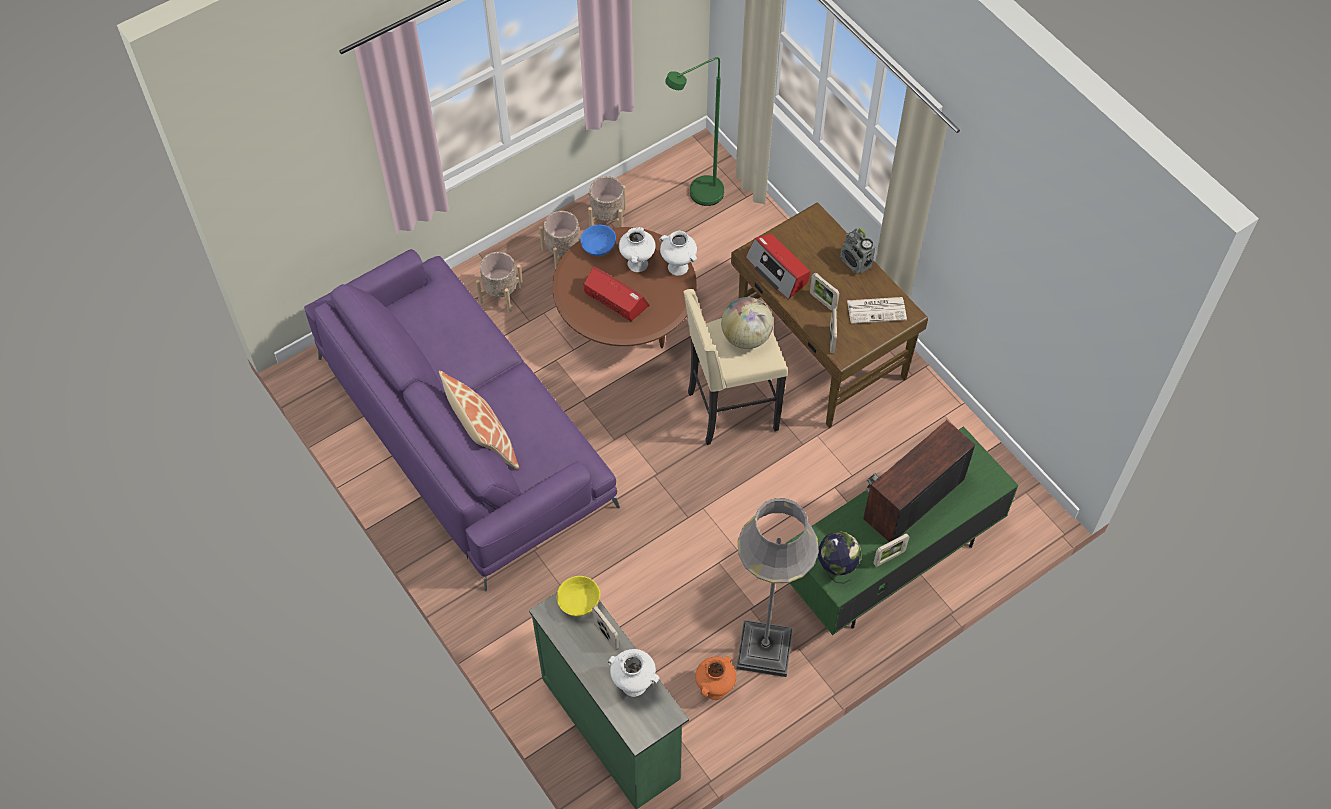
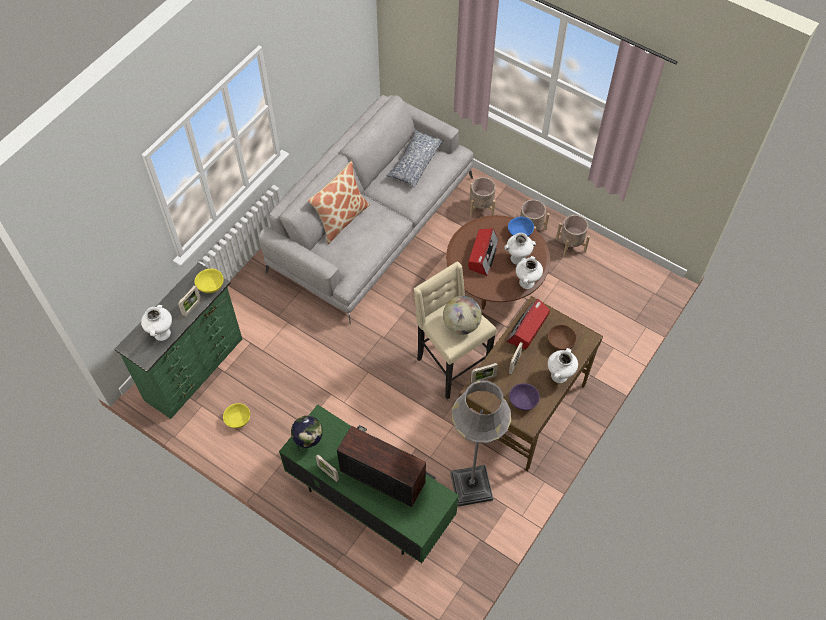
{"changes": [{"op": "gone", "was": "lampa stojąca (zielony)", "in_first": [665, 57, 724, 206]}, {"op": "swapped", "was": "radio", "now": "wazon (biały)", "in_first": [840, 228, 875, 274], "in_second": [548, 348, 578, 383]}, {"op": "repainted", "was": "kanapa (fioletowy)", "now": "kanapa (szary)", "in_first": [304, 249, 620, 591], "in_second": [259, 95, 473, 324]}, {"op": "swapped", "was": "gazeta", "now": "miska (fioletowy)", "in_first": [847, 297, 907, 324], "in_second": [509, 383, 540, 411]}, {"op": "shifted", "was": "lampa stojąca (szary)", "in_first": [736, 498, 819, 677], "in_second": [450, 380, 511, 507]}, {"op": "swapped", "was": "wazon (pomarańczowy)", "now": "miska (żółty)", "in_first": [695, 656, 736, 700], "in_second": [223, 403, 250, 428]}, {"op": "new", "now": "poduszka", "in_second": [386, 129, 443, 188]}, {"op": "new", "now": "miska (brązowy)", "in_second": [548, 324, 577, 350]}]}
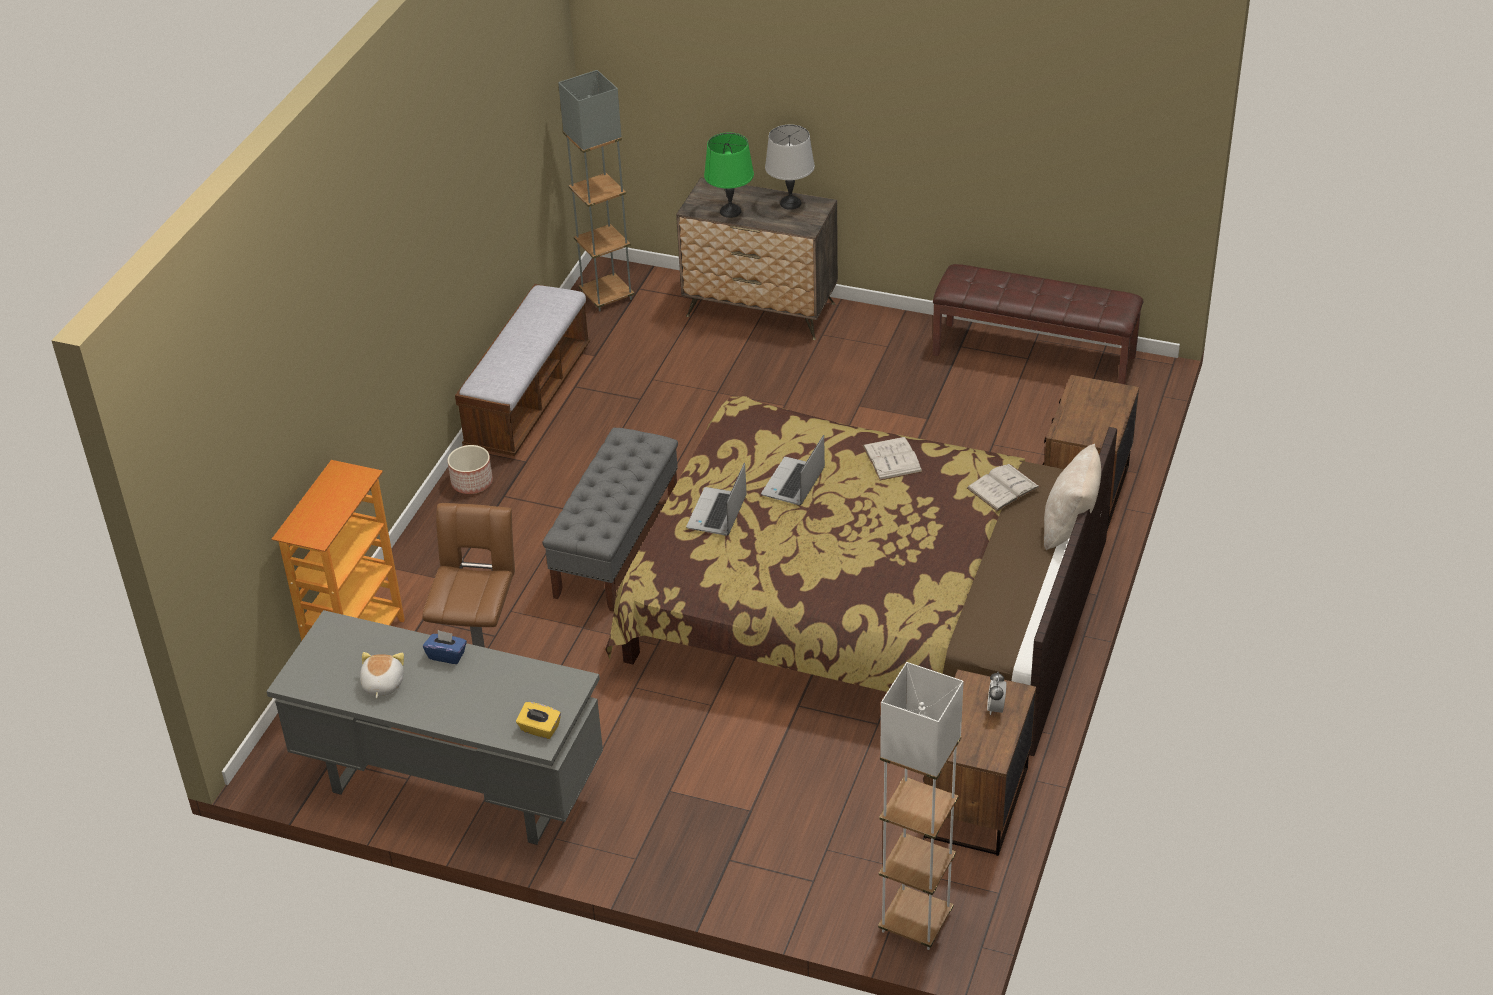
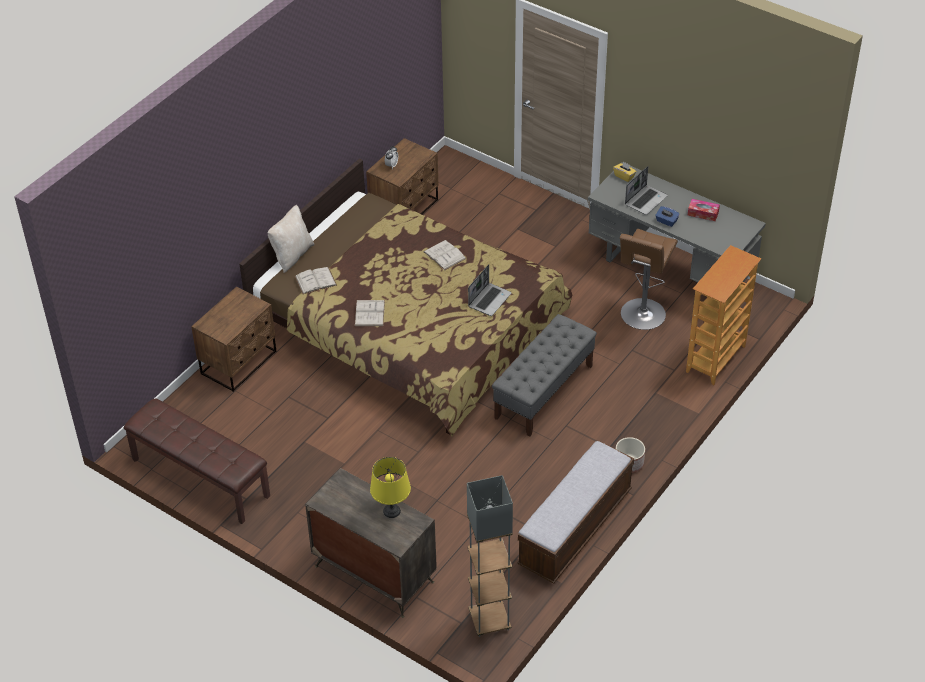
{"changes": [{"op": "gone", "was": "lampa stołowa (szary)", "in_first": [765, 125, 815, 210]}, {"op": "repainted", "was": "lampa stołowa (zielony)", "now": "lampa stołowa (żółty)", "in_first": [704, 132, 754, 218], "in_second": [370, 457, 411, 518]}, {"op": "shifted", "was": "laptop", "in_first": [761, 435, 825, 505], "in_second": [625, 166, 668, 215]}, {"op": "swapped", "was": "pluszak", "now": "pudełko chusteczek", "in_first": [360, 652, 404, 699], "in_second": [688, 199, 720, 221]}, {"op": "gone", "was": "lampa stojąca (biały)", "in_first": [878, 662, 964, 950]}, {"op": "new", "now": "książka (biały)", "in_second": [423, 240, 466, 270]}]}
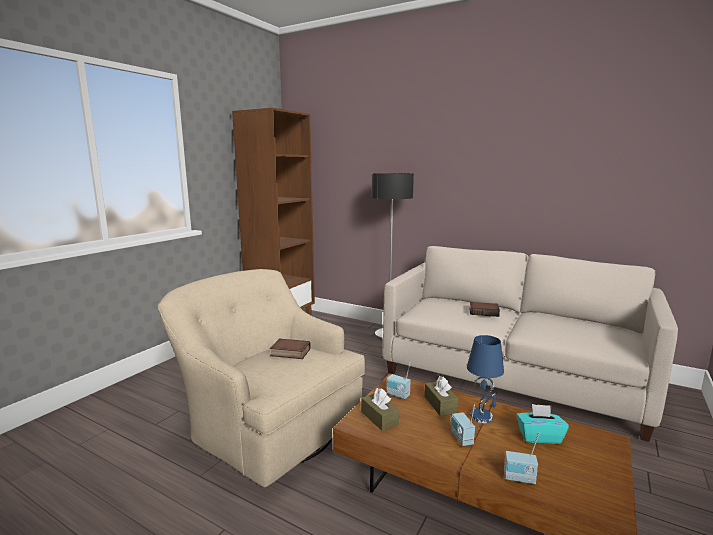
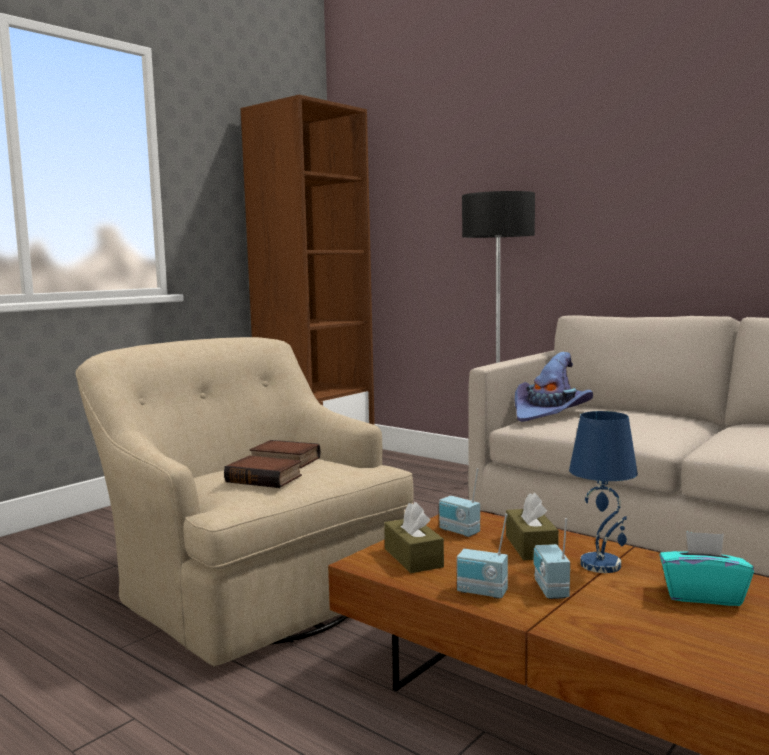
{"changes": [{"op": "shifted", "was": "książka", "in_first": [469, 302, 500, 317], "in_second": [224, 456, 302, 488]}, {"op": "shifted", "was": "radio", "in_first": [504, 432, 540, 484], "in_second": [457, 514, 508, 599]}, {"op": "new", "now": "kapelusz (fioletowy)", "in_second": [514, 352, 593, 422]}]}
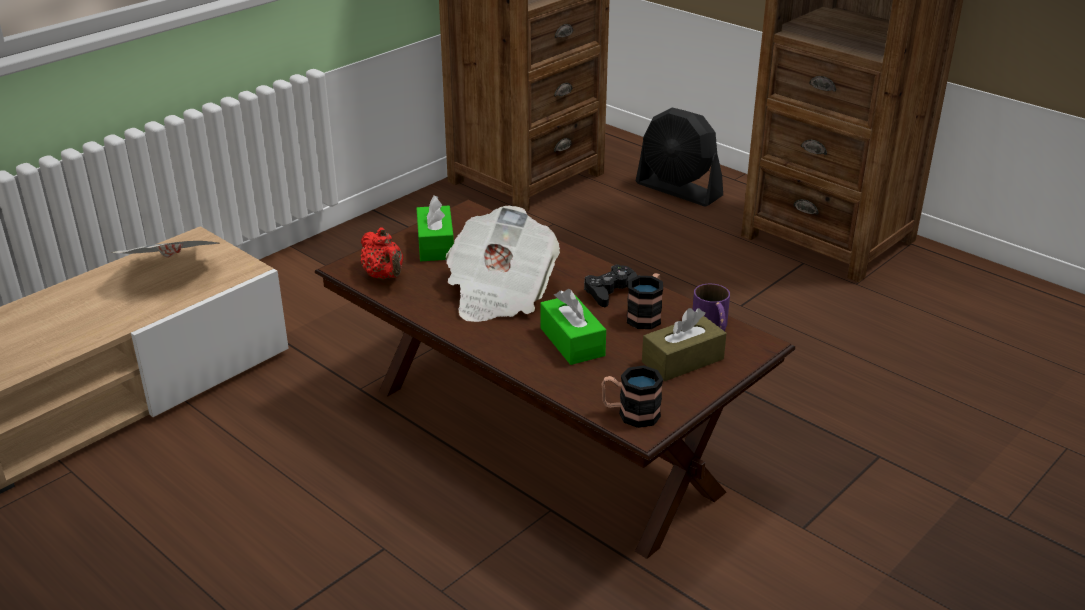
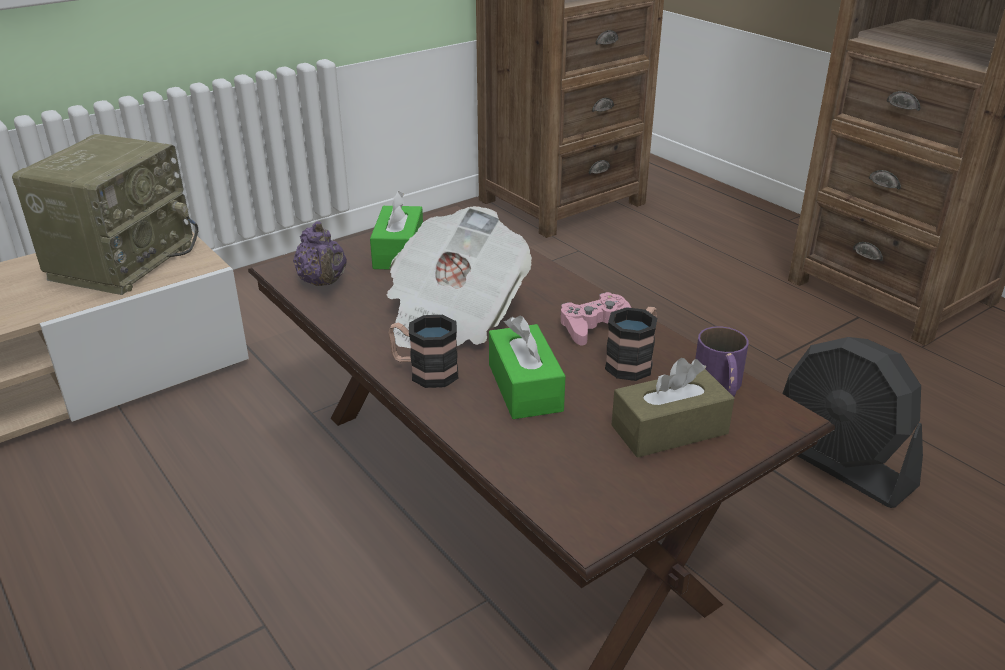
{"changes": [{"op": "shifted", "was": "wentylator (czarny)", "in_first": [636, 108, 723, 207], "in_second": [782, 337, 923, 508]}, {"op": "repainted", "was": "imbryk (czerwony)", "now": "imbryk (fioletowy)", "in_first": [361, 228, 403, 279], "in_second": [293, 221, 347, 286]}, {"op": "swapped", "was": "gazeta", "now": "radio", "in_first": [112, 241, 218, 258], "in_second": [12, 134, 198, 295]}, {"op": "repainted", "was": "pad do gier (czarny)", "now": "pad do gier (różowy)", "in_first": [584, 264, 638, 307], "in_second": [561, 292, 631, 346]}, {"op": "shifted", "was": "kubek", "in_first": [601, 365, 663, 428], "in_second": [388, 315, 458, 388]}]}
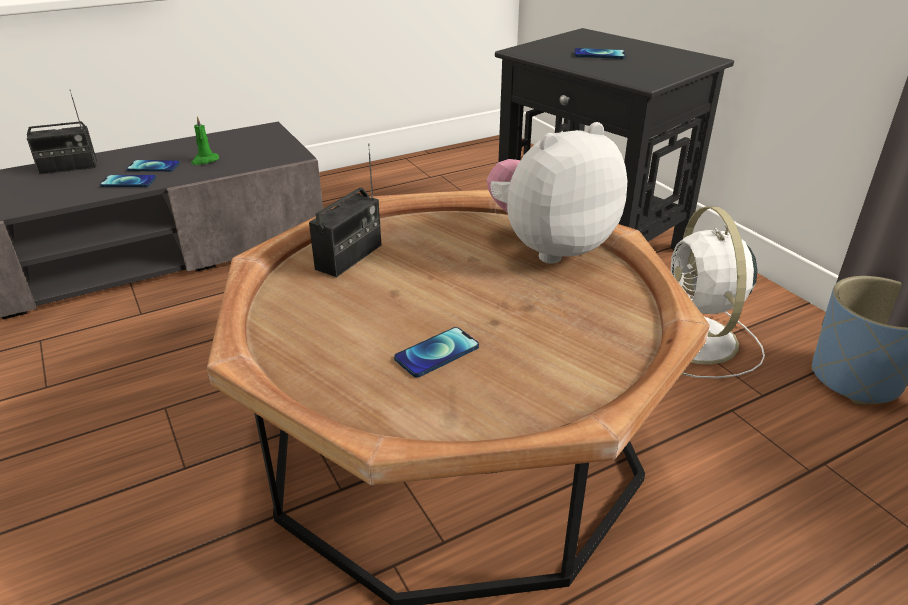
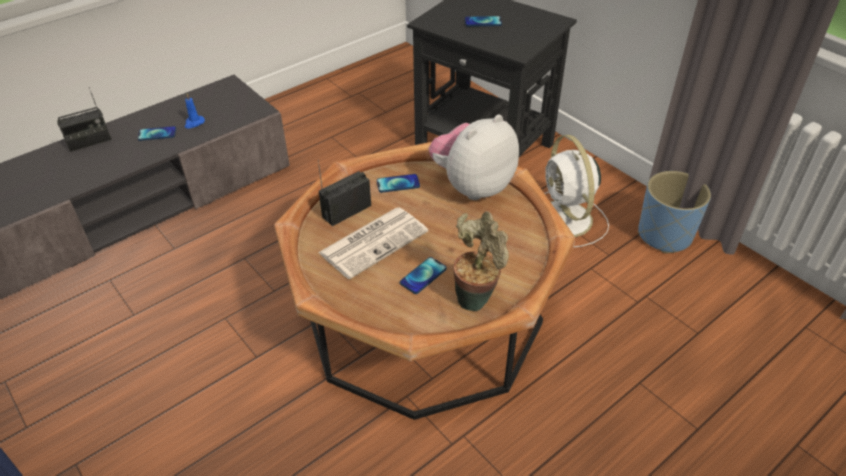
{"changes": [{"op": "repainted", "was": "świeca (zielony)", "now": "świeca (niebieski)", "in_first": [191, 116, 219, 165], "in_second": [185, 93, 205, 128]}, {"op": "rotated", "was": "radio", "in_first": [309, 143, 381, 277], "in_second": [318, 159, 371, 226], "clockwise": -150}, {"op": "shifted", "was": "telefon", "in_first": [100, 175, 156, 187], "in_second": [377, 174, 420, 193]}, {"op": "new", "now": "gazeta", "in_second": [318, 207, 428, 279]}, {"op": "new", "now": "roślina doniczkowa", "in_second": [453, 211, 509, 311]}]}
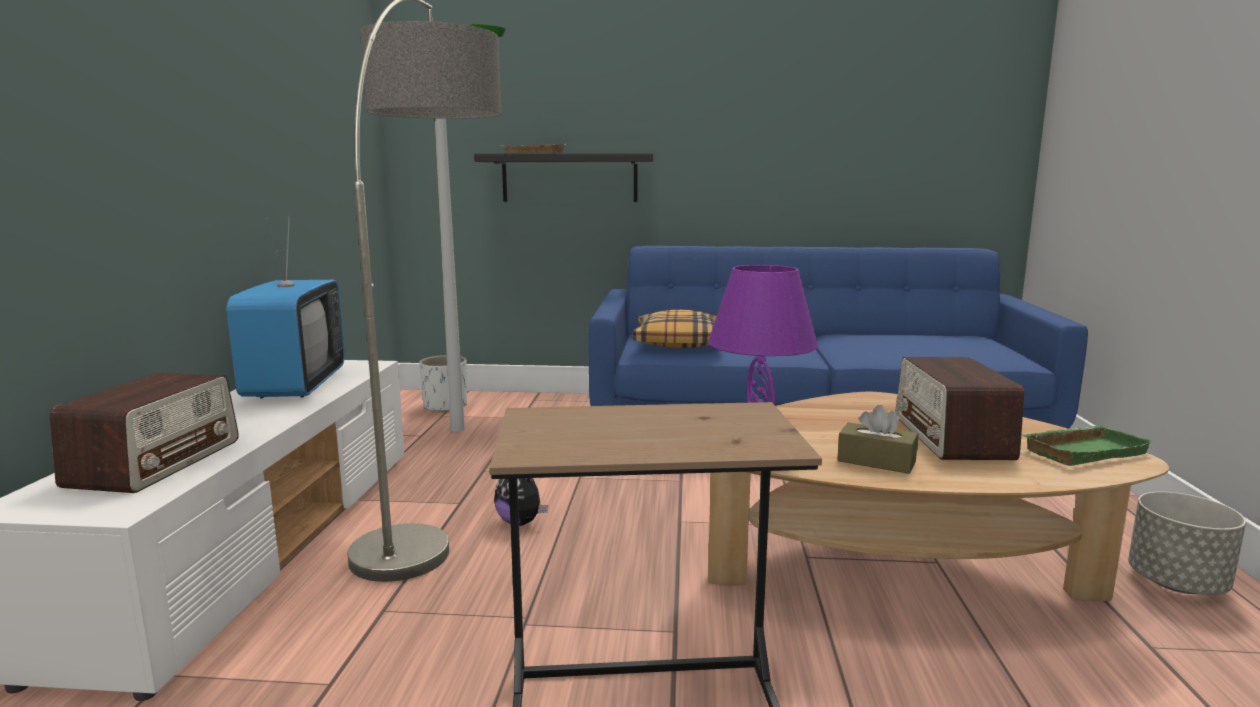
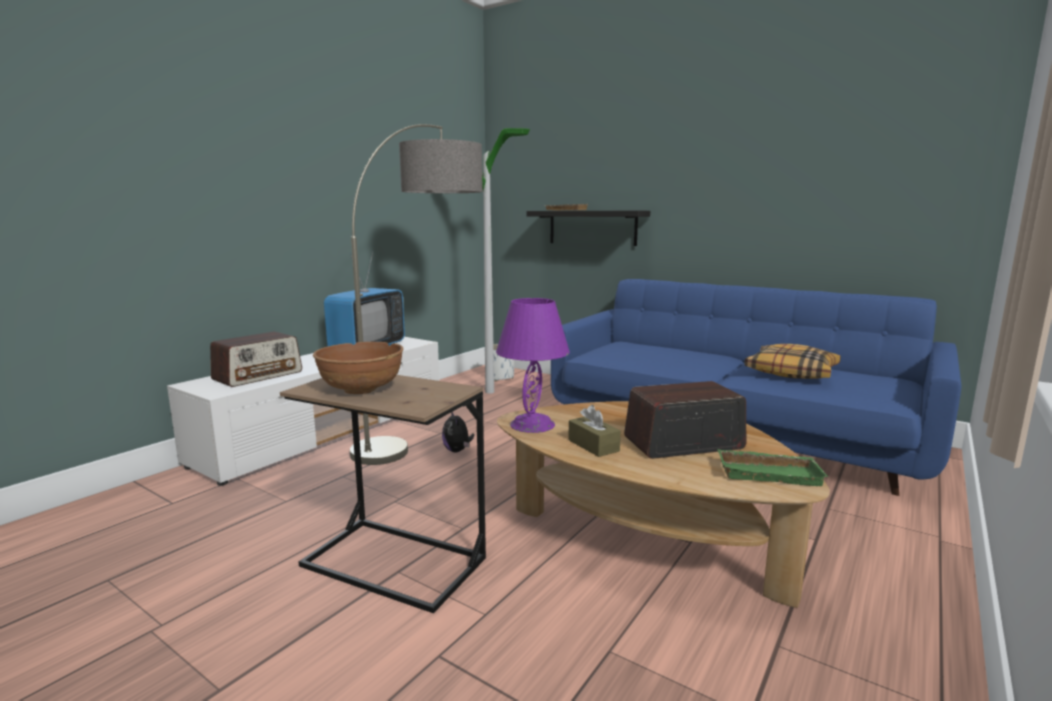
{"changes": [{"op": "shifted", "was": "poduszka", "in_first": [633, 310, 717, 348], "in_second": [745, 344, 841, 379]}, {"op": "rotated", "was": "radio", "in_first": [896, 357, 1024, 460], "in_second": [624, 381, 746, 459], "clockwise": 45}, {"op": "gone", "was": "donica (szary)", "in_first": [1128, 492, 1246, 595]}, {"op": "new", "now": "miska (brązowy)", "in_second": [313, 342, 403, 394]}]}
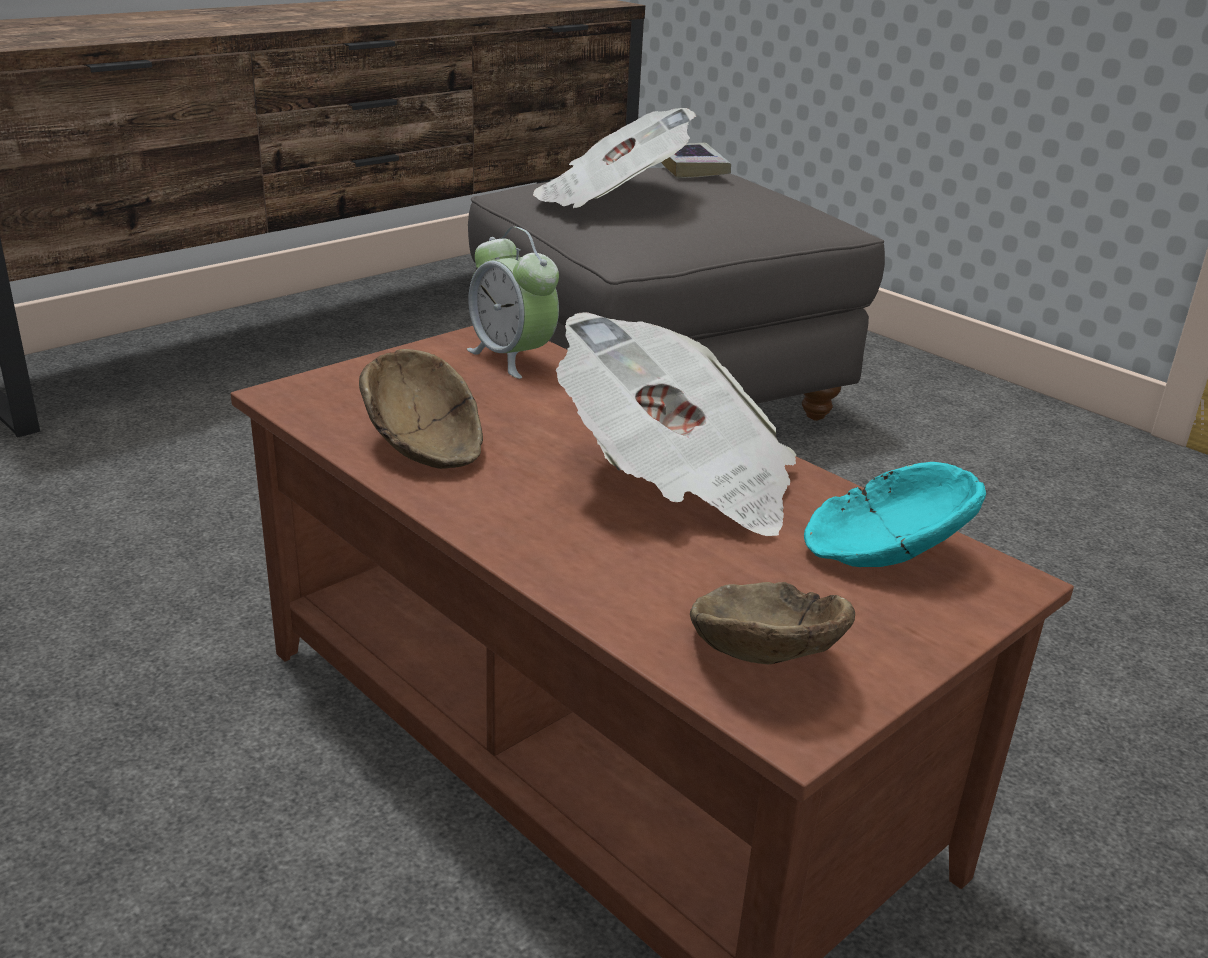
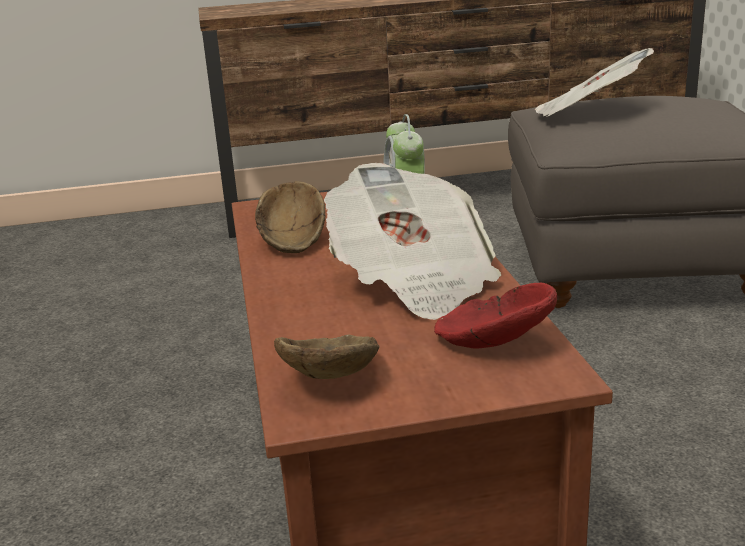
{"changes": [{"op": "gone", "was": "książka", "in_first": [661, 143, 731, 178]}, {"op": "repainted", "was": "miska (turkusowy)", "now": "miska (czerwony)", "in_first": [804, 462, 986, 567], "in_second": [434, 283, 557, 348]}]}
